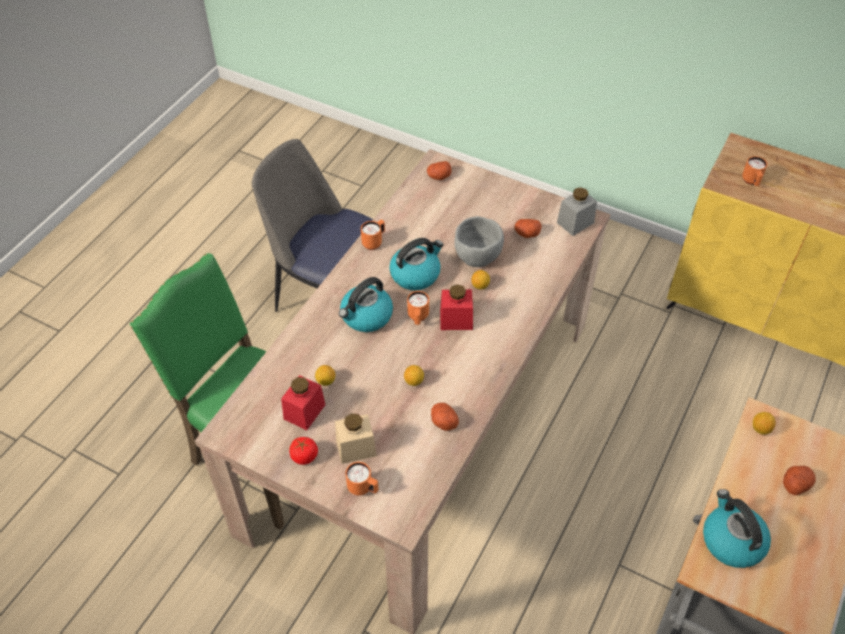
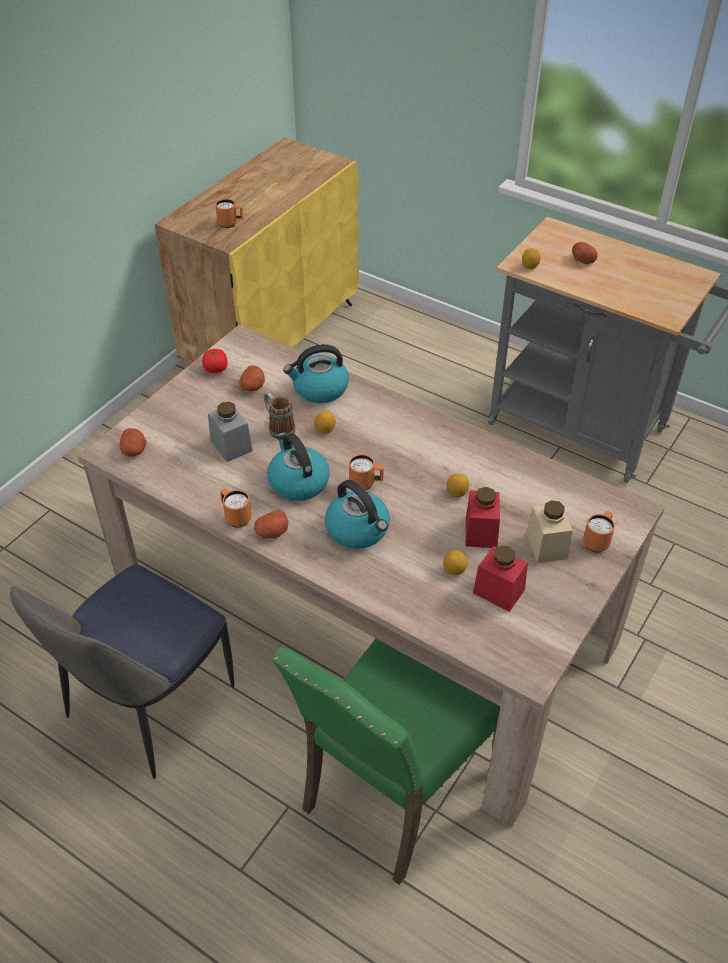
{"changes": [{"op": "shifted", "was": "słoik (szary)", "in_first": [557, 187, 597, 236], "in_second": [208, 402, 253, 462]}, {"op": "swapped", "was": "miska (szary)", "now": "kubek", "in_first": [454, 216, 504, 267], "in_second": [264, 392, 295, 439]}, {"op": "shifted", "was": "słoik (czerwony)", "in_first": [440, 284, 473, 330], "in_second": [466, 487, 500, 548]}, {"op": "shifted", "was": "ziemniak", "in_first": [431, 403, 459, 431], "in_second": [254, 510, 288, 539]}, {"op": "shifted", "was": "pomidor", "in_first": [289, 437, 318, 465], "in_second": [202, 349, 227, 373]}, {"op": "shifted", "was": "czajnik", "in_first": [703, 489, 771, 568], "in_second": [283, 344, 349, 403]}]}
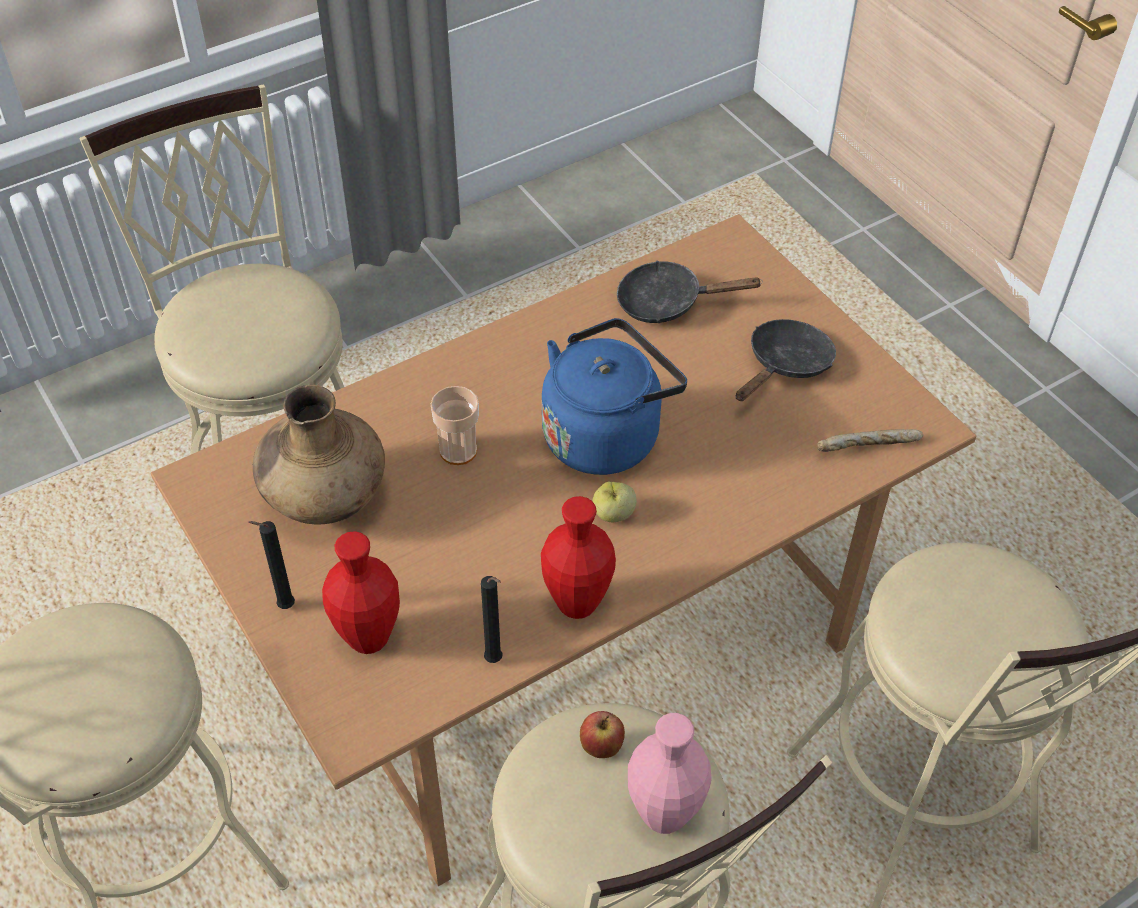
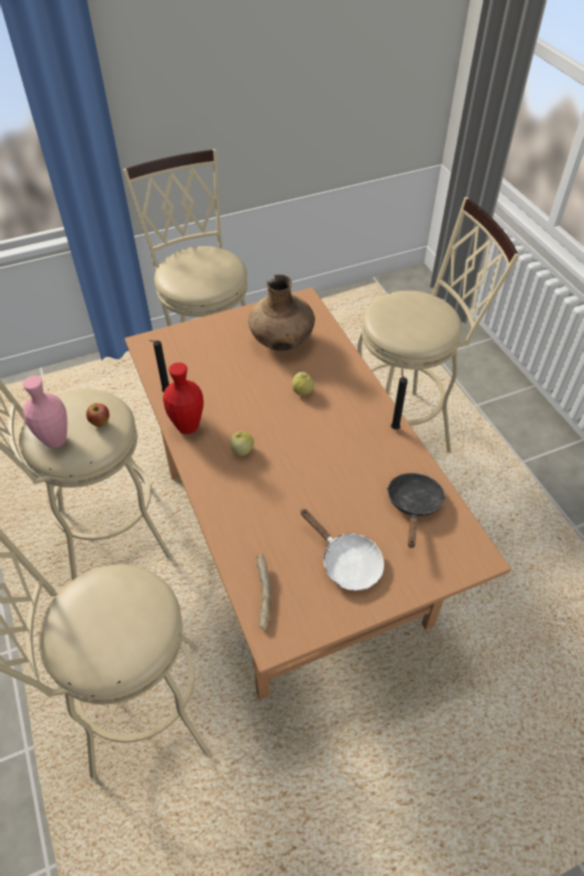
{"changes": [{"op": "gone", "was": "czajnik (niebieski)", "in_first": [542, 318, 687, 475]}, {"op": "repainted", "was": "patelnia (czarny)", "now": "patelnia (biały)", "in_first": [736, 319, 836, 401], "in_second": [300, 509, 384, 591]}, {"op": "swapped", "was": "filiżanka", "now": "jabłko", "in_first": [431, 386, 479, 465], "in_second": [292, 372, 314, 395]}, {"op": "shifted", "was": "świeca (czarny)", "in_first": [248, 521, 295, 609], "in_second": [391, 368, 408, 430]}, {"op": "gone", "was": "wazon (czerwony)", "in_first": [322, 531, 400, 654]}]}
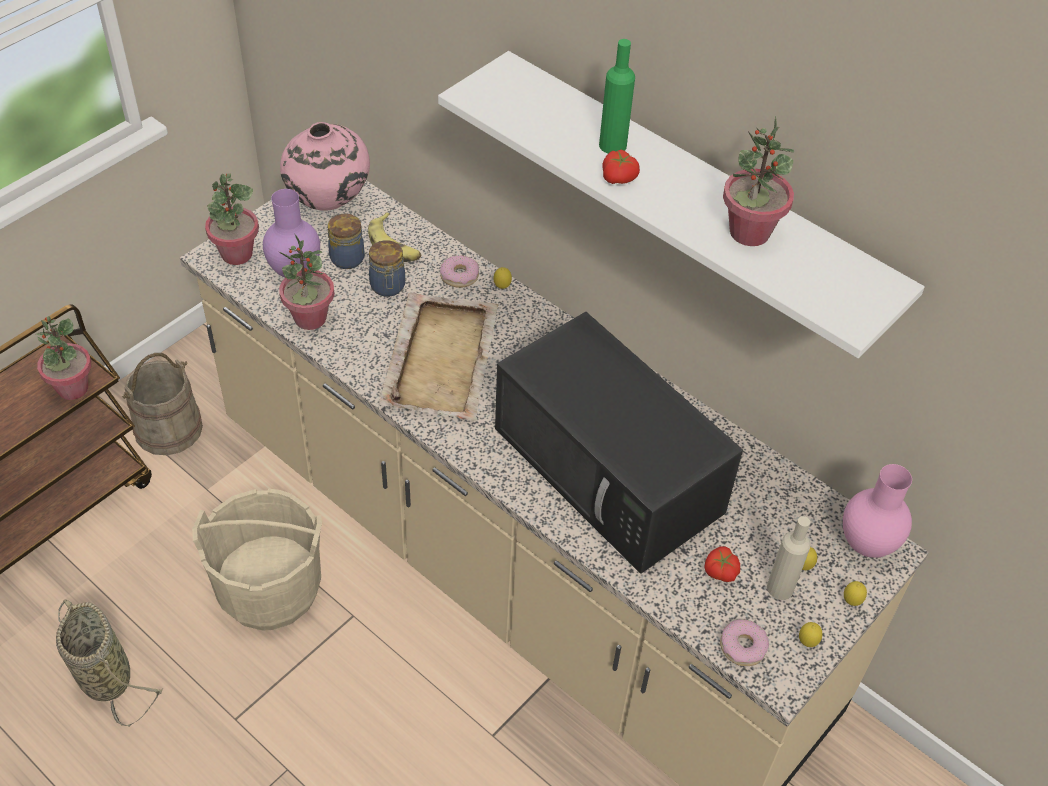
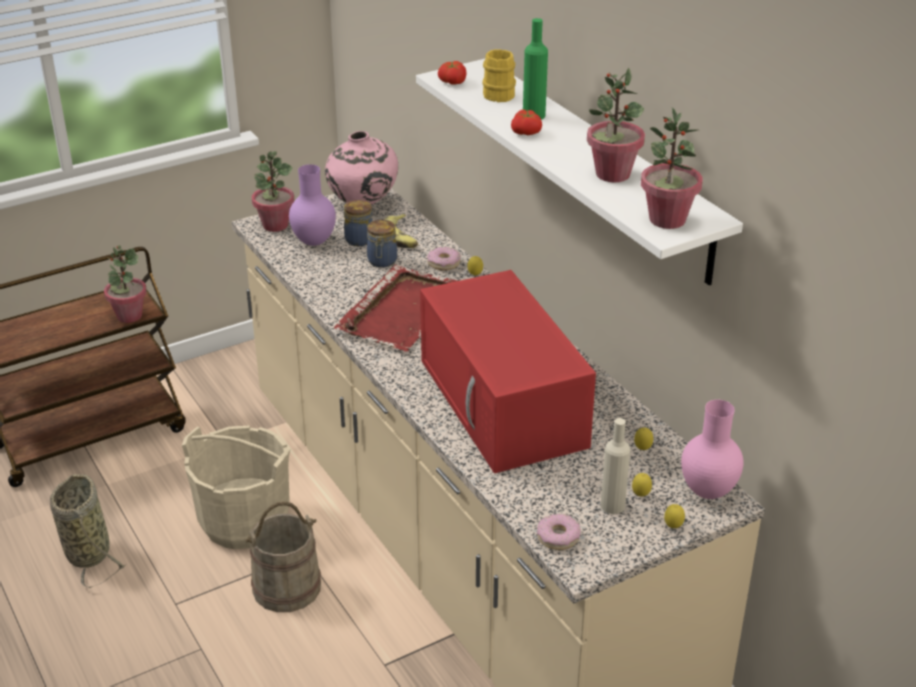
{"changes": [{"op": "shifted", "was": "roślina doniczkowa", "in_first": [279, 233, 335, 330], "in_second": [641, 107, 703, 229]}, {"op": "repainted", "was": "taca (beżowy)", "now": "taca (czerwony)", "in_first": [379, 292, 498, 421], "in_second": [334, 265, 457, 352]}, {"op": "repainted", "was": "mikrofalówka (czarny)", "now": "mikrofalówka (czerwony)", "in_first": [495, 312, 743, 574], "in_second": [420, 270, 596, 473]}, {"op": "shifted", "was": "wiadro (beżowy)", "in_first": [122, 353, 203, 455], "in_second": [245, 502, 321, 612]}, {"op": "shifted", "was": "pomidor", "in_first": [705, 546, 740, 582], "in_second": [438, 61, 467, 85]}, {"op": "shifted", "was": "cytryna", "in_first": [799, 622, 822, 647], "in_second": [634, 428, 653, 450]}, {"op": "new", "now": "kubek (żółty)", "in_second": [483, 49, 516, 102]}]}
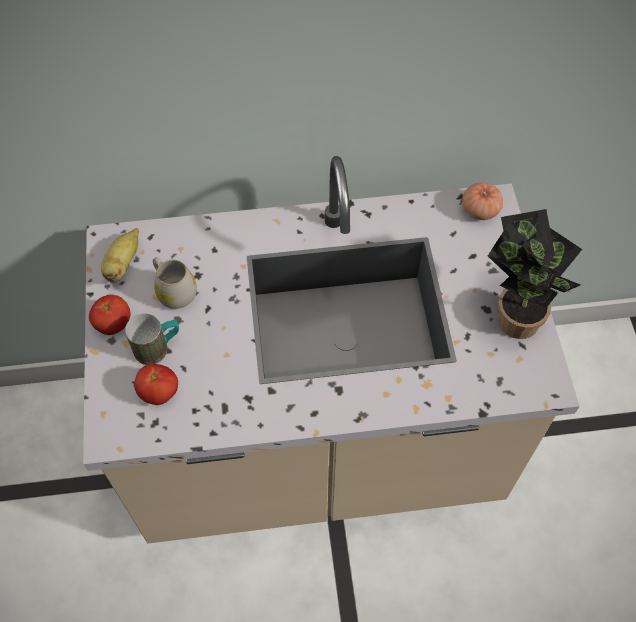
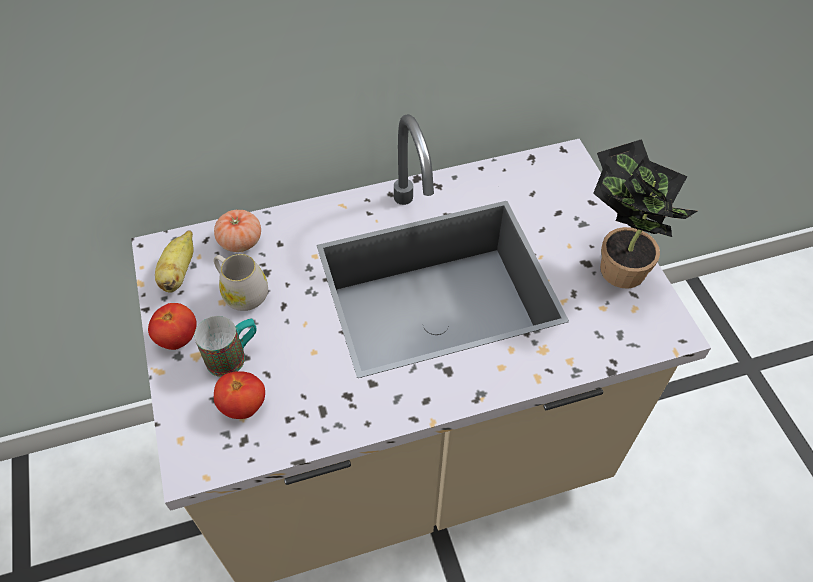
{"changes": [{"op": "shifted", "was": "pomidor", "in_first": [462, 182, 503, 220], "in_second": [214, 210, 261, 252]}]}
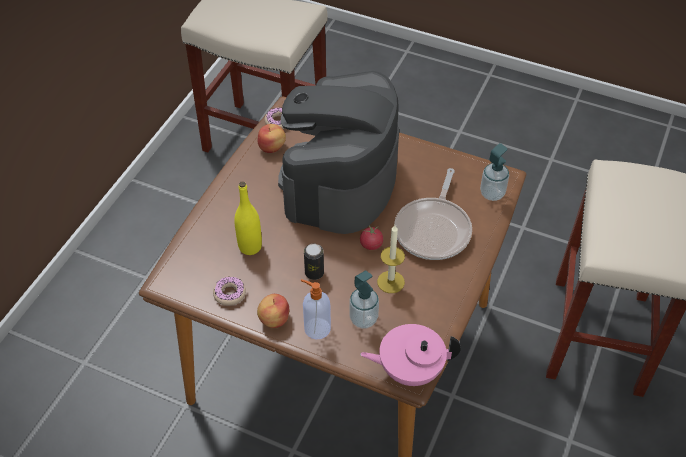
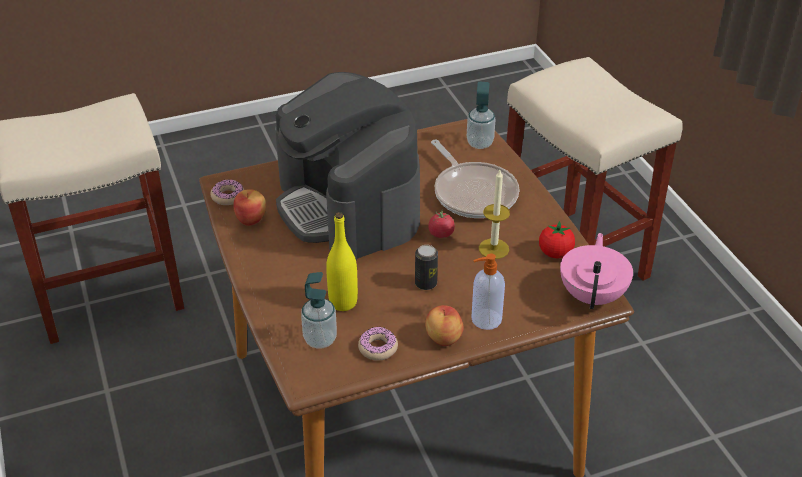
{"changes": [{"op": "shifted", "was": "dozownik mydła", "in_first": [349, 270, 379, 329], "in_second": [301, 272, 337, 348]}, {"op": "rotated", "was": "imbryk (różowy)", "in_first": [360, 324, 461, 386], "in_second": [560, 233, 633, 309], "clockwise": 150}, {"op": "new", "now": "pomidor", "in_second": [539, 221, 575, 258]}]}
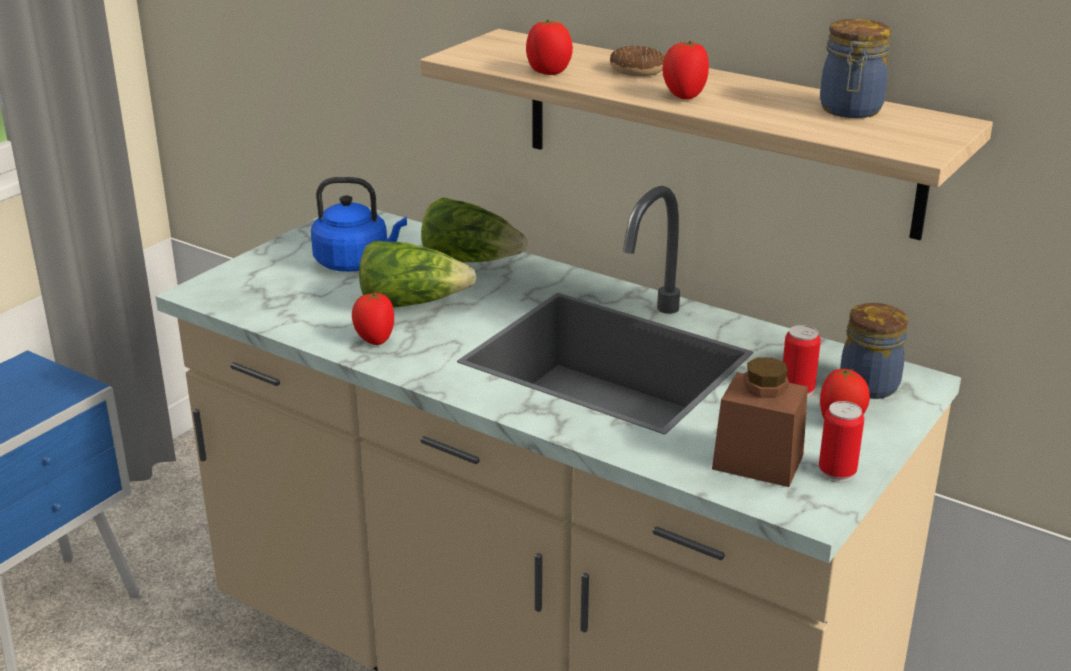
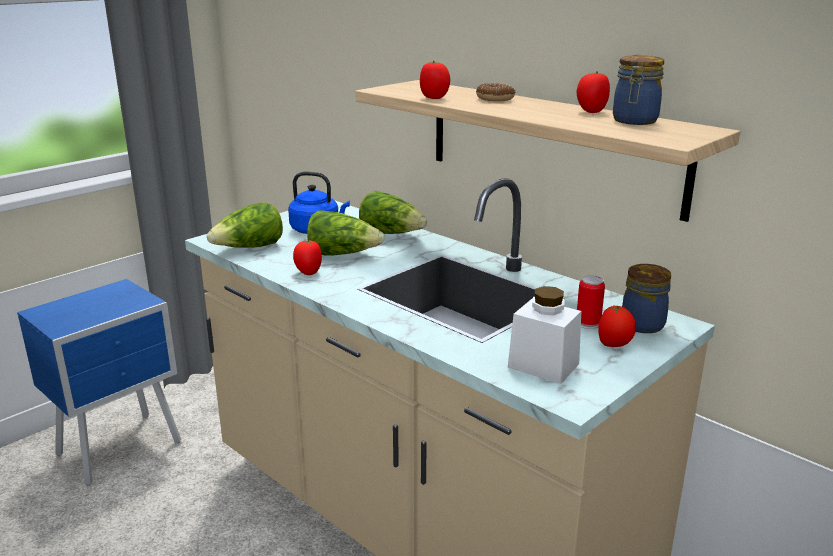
{"changes": [{"op": "shifted", "was": "pomidor", "in_first": [662, 41, 709, 100], "in_second": [577, 71, 610, 113]}, {"op": "repainted", "was": "słoik (brązowy)", "now": "słoik (biały)", "in_first": [712, 357, 808, 487], "in_second": [508, 286, 581, 384]}, {"op": "gone", "was": "puszka", "in_first": [819, 401, 864, 483]}, {"op": "new", "now": "sałata", "in_second": [207, 202, 283, 248]}]}
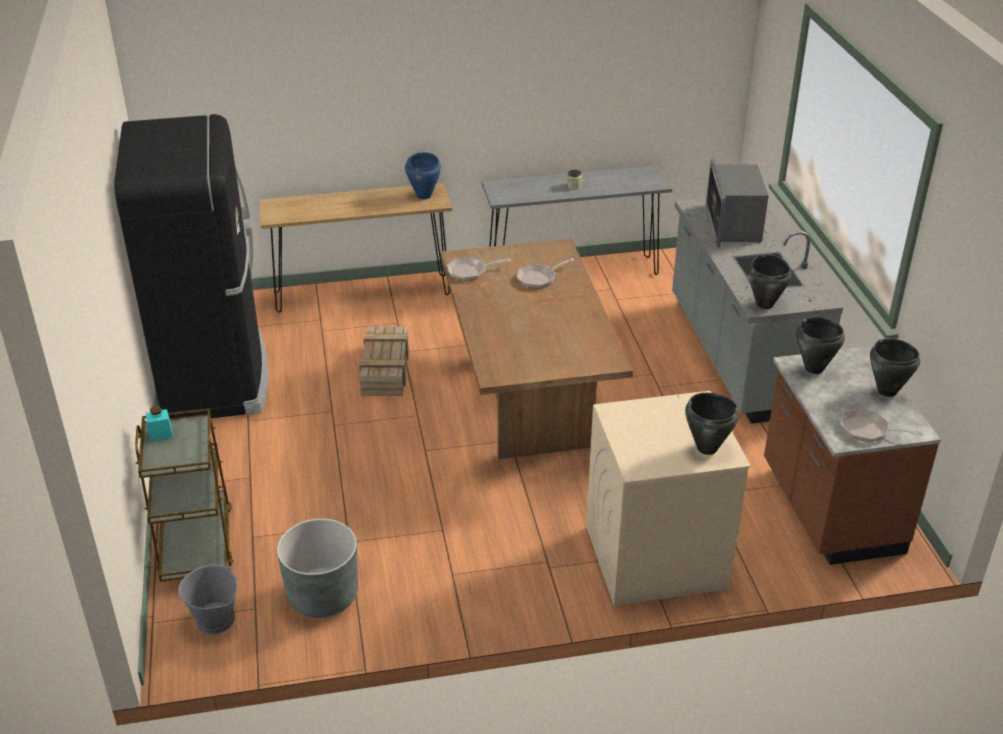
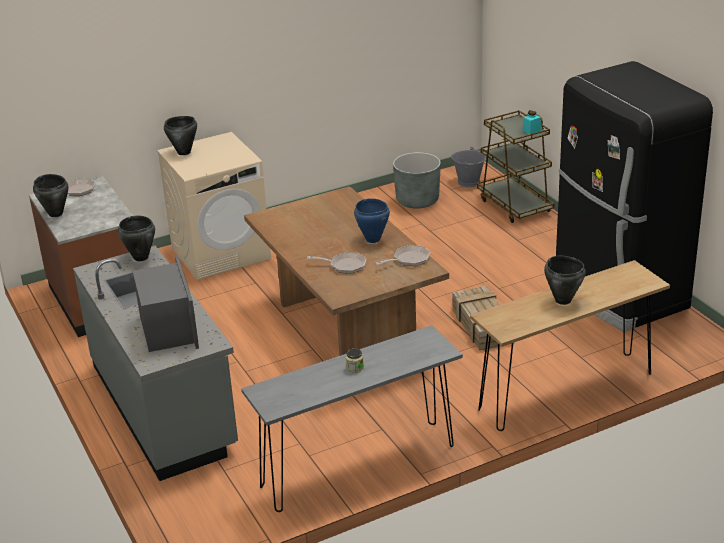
{"changes": [{"op": "shifted", "was": "garnek (niebieski)", "in_first": [405, 152, 441, 199], "in_second": [354, 198, 390, 243]}, {"op": "rotated", "was": "patelnia", "in_first": [516, 258, 574, 288], "in_second": [307, 252, 367, 274], "clockwise": 60}, {"op": "shifted", "was": "garnek (czarny)", "in_first": [796, 317, 845, 374], "in_second": [544, 256, 586, 305]}]}
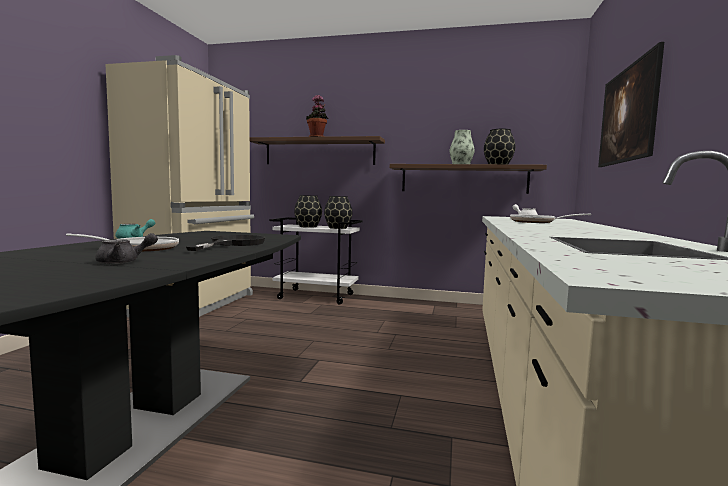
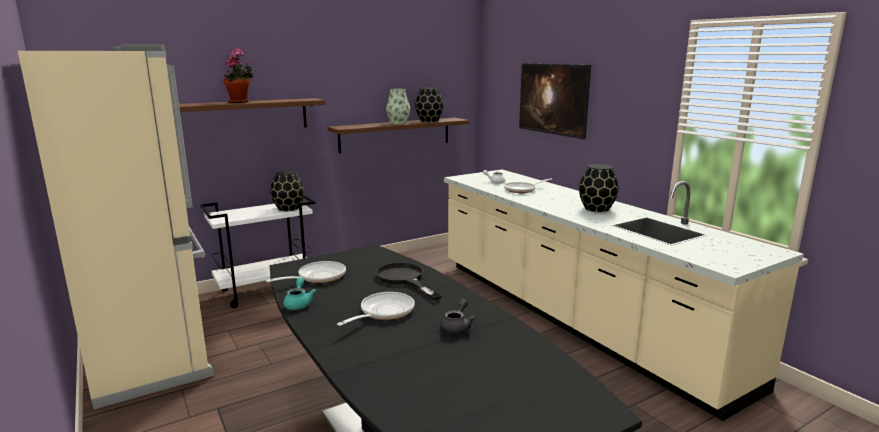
{"changes": [{"op": "shifted", "was": "wazon (czarny)", "in_first": [294, 195, 322, 228], "in_second": [579, 164, 619, 212]}, {"op": "new", "now": "patelnia", "in_second": [266, 261, 346, 283]}]}
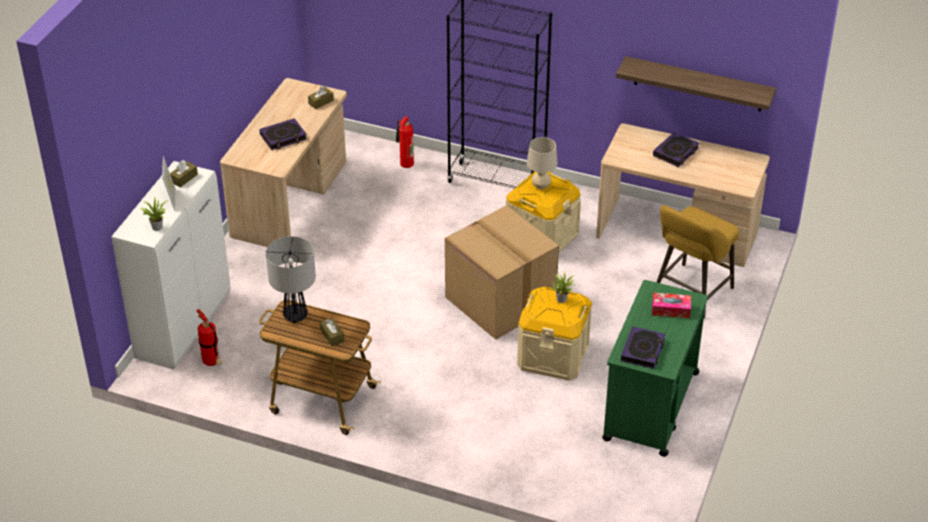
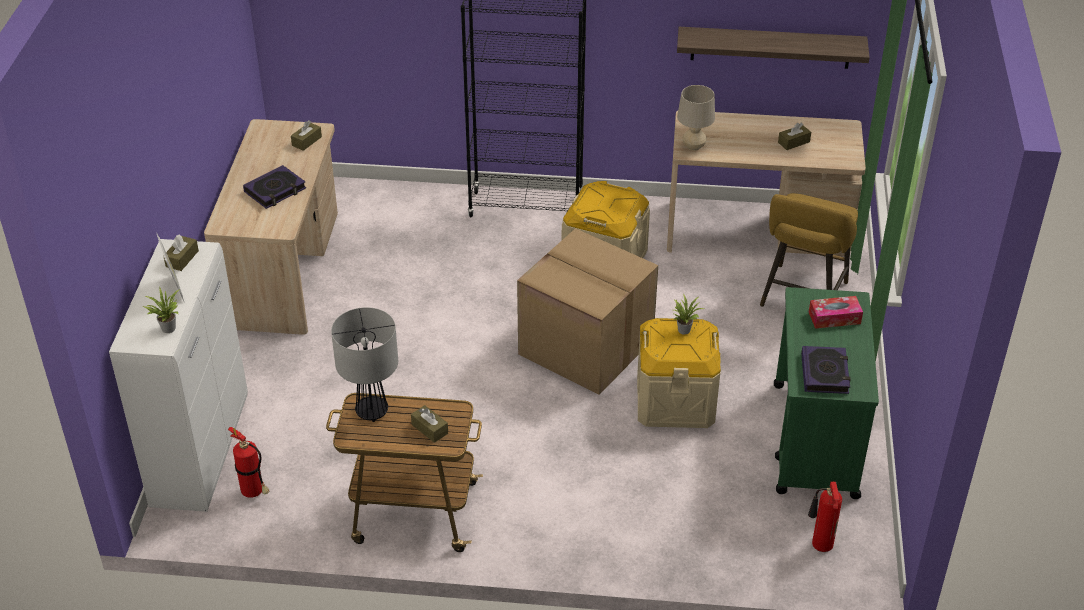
{"changes": [{"op": "shifted", "was": "gaśnica", "in_first": [396, 116, 414, 168], "in_second": [808, 482, 842, 552]}, {"op": "gone", "was": "książka", "in_first": [653, 132, 700, 167]}, {"op": "shifted", "was": "lampa stołowa (beżowy)", "in_first": [527, 137, 558, 189], "in_second": [677, 85, 715, 151]}, {"op": "new", "now": "pudełko chusteczek (brązowy)", "in_second": [778, 123, 811, 150]}]}
